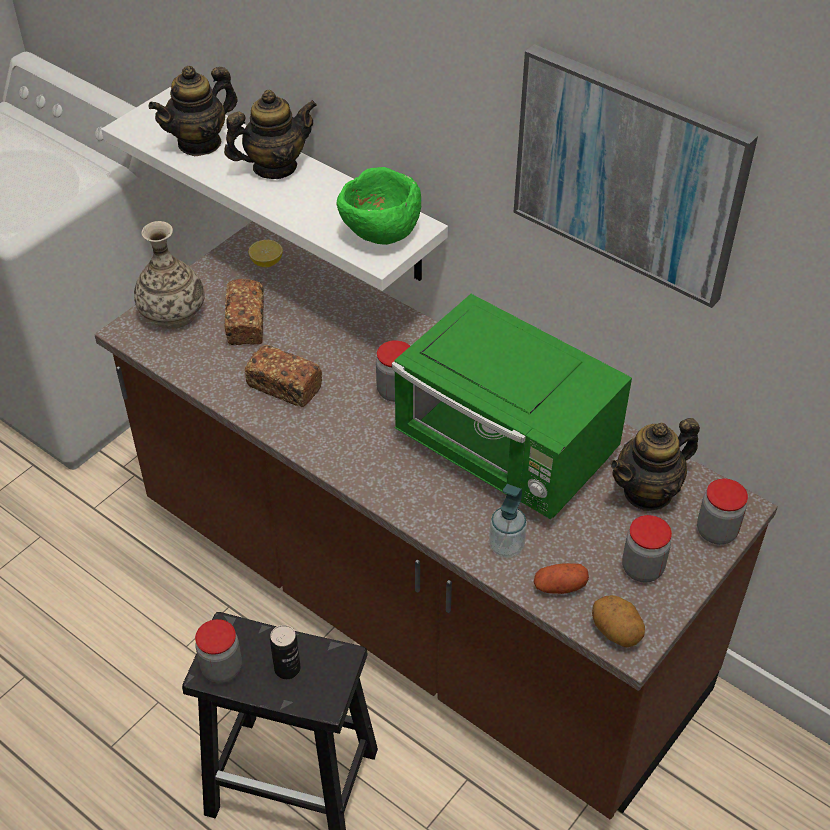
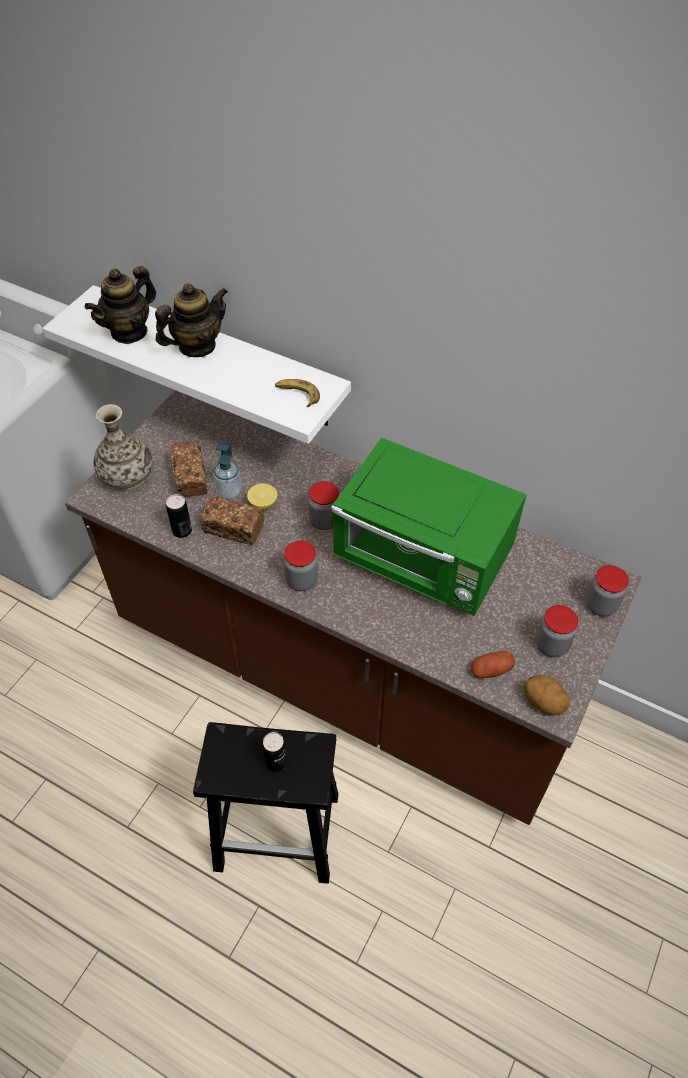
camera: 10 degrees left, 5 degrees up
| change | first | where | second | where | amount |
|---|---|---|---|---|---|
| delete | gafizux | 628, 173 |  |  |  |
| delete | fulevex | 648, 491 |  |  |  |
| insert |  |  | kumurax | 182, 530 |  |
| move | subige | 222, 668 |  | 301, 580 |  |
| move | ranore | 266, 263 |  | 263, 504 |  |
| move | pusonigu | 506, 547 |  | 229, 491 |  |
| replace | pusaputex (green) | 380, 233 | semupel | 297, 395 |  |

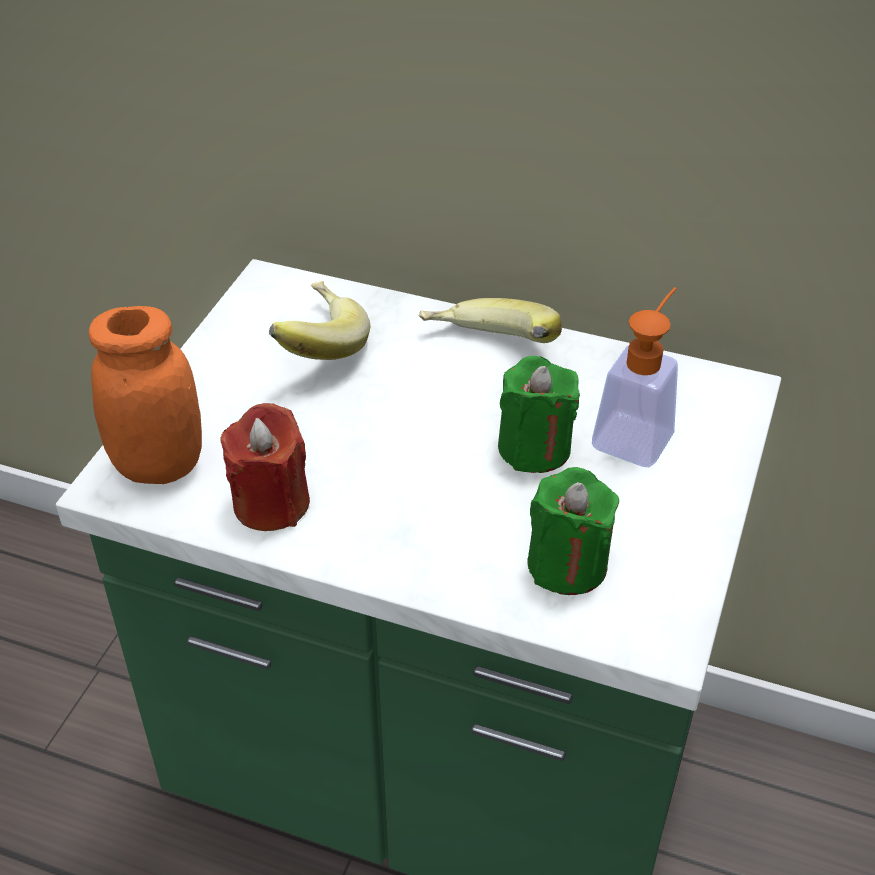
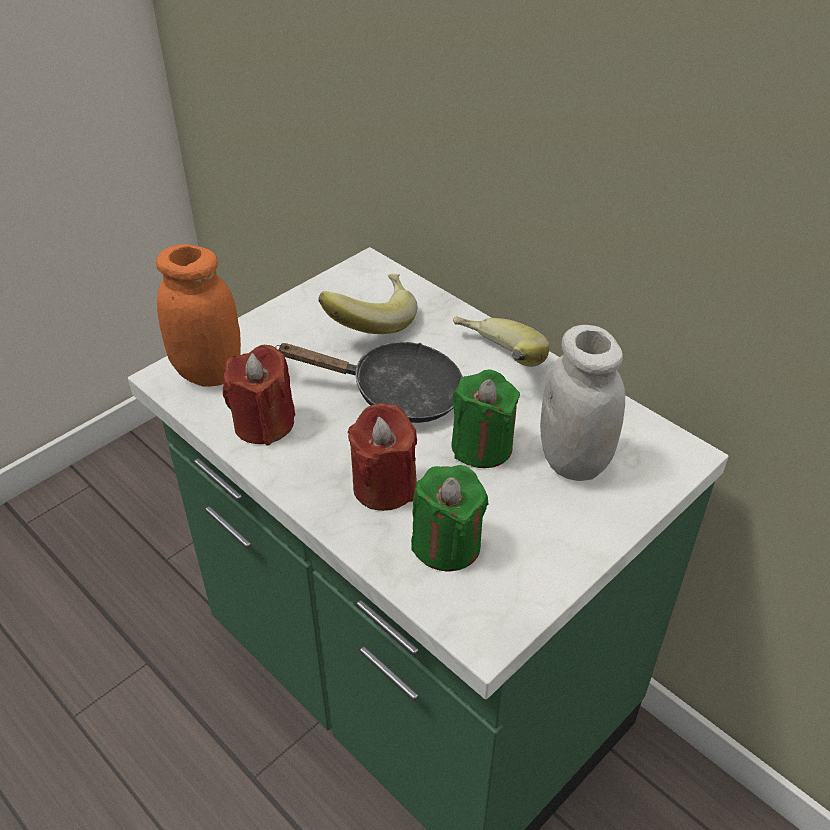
camera: 25 degrees right, 0 degrees up
| change | first | where | second | where | amount |
|---|---|---|---|---|---|
| insert |  |  | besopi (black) | 395, 394 |  |
| insert |  |  | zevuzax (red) | 384, 487 |  |
| replace | pusonigu | 638, 432 | subige (white) | 573, 461 |  |

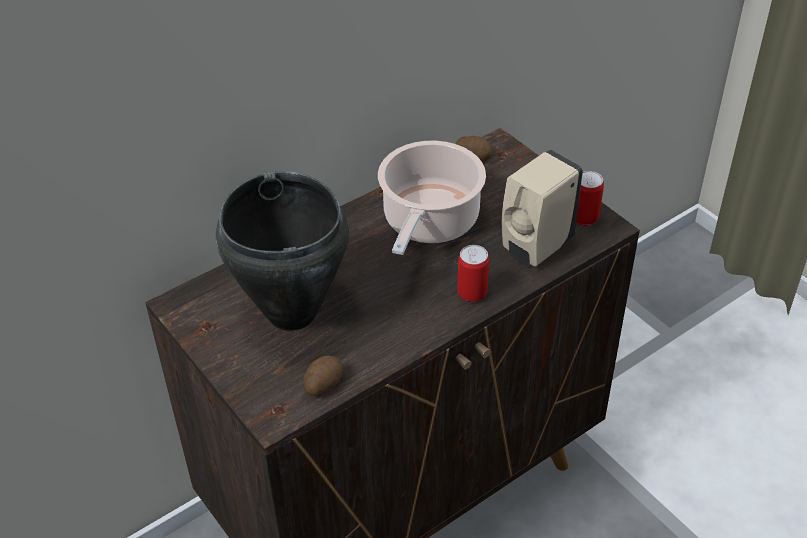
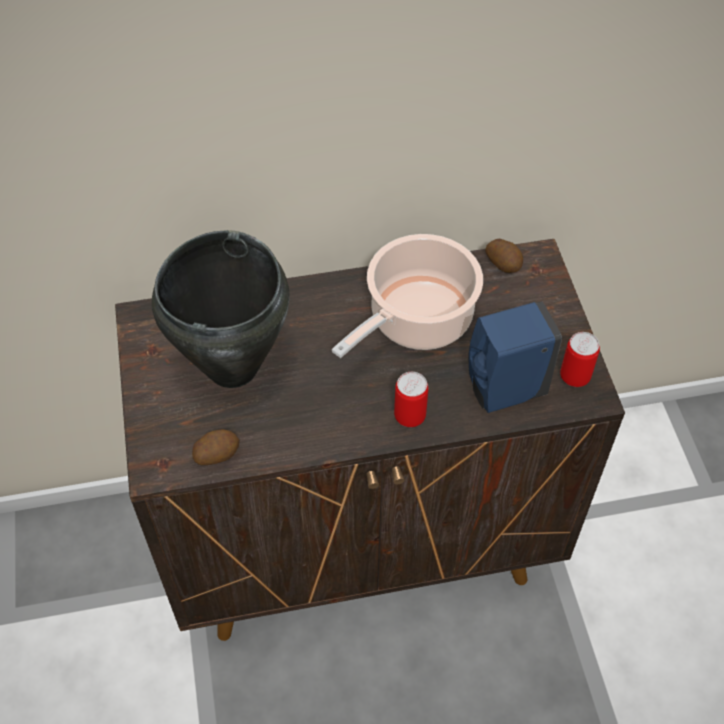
camera: 25 degrees right, 10 degrees up
| change | first | where | second | where | amount |
|---|---|---|---|---|---|
| recolor | pusonigu (beige) | 535, 248 | pusonigu (blue) | 502, 391 |  |

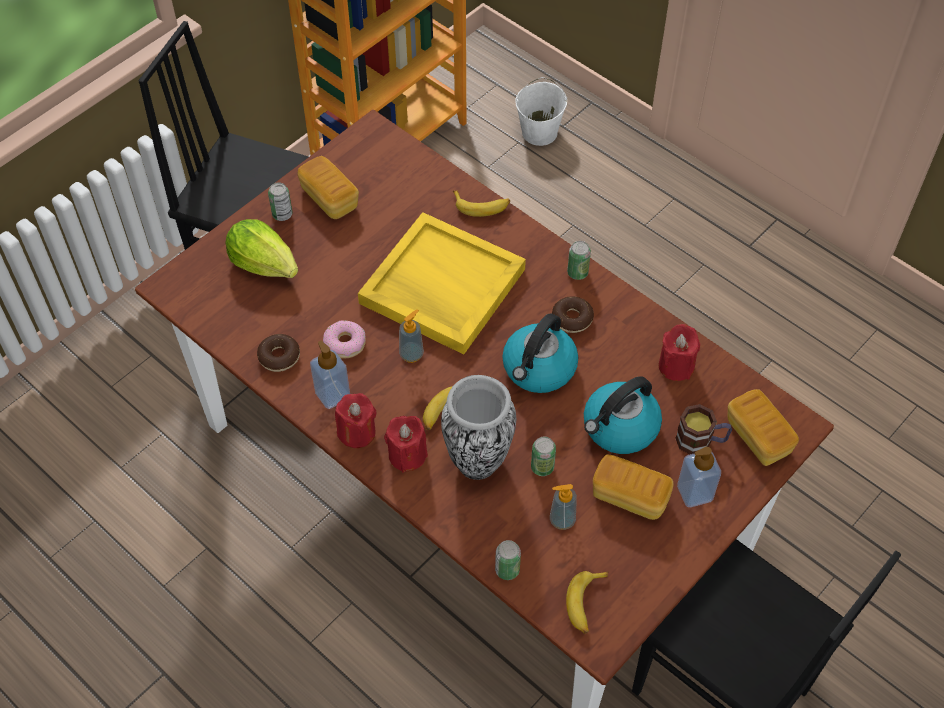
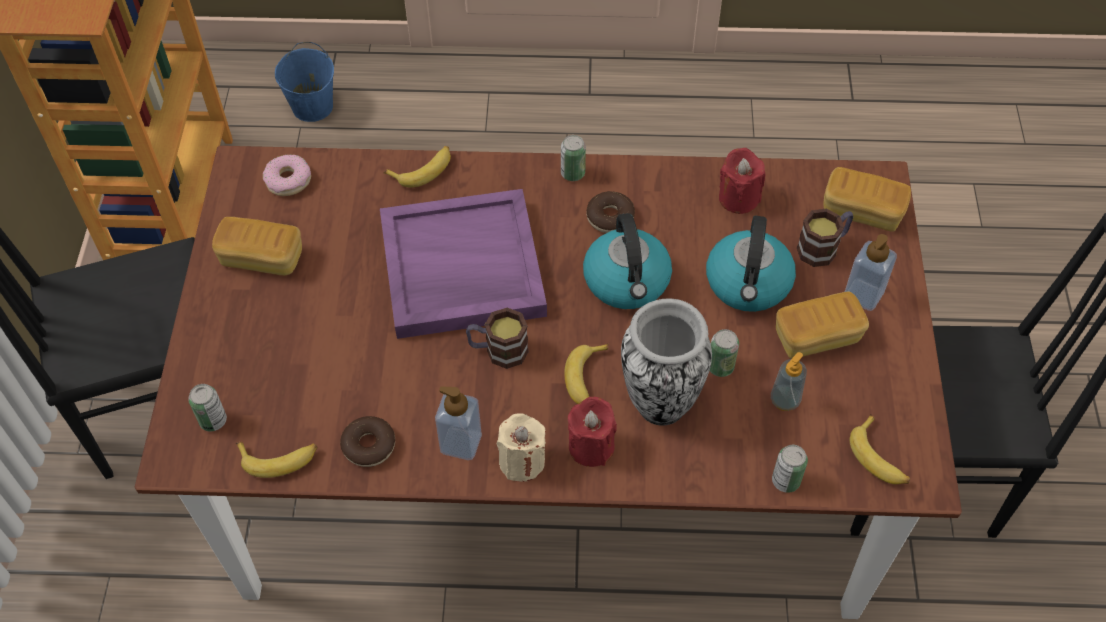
camera: 40 degrees left, 0 degrees up
| change | first | where | second | where | amount |
|---|---|---|---|---|---|
| delete | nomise | 264, 264 |  |  |  |
| insert |  |  | semupel | 279, 458 |  |
| move | kumurax | 282, 214 |  | 213, 421 |  |
| move | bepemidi | 345, 343 |  | 288, 180 |  |
| replace | pusonigu | 411, 354 | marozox | 498, 350 |  |
| recolor | zevuzax (red) | 357, 432 | zevuzax (beige) | 522, 461 |  |
| recolor | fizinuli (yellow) | 441, 286 | fizinuli (purple) | 461, 269 |  |
| recolor | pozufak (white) | 539, 132 | pozufak (blue) | 312, 106 |  |

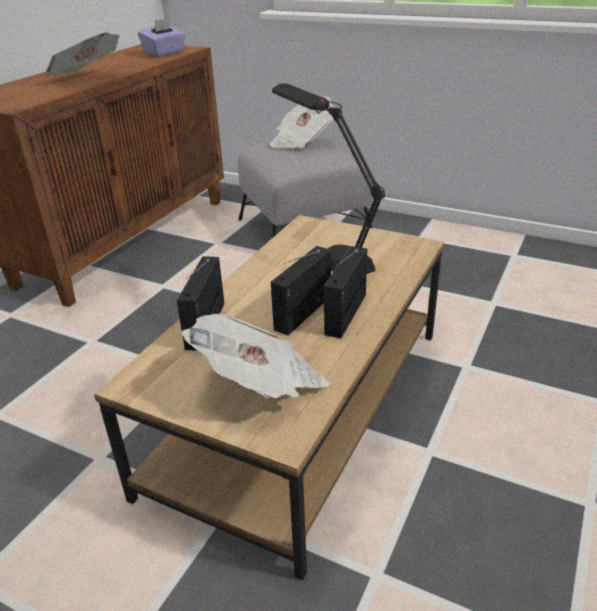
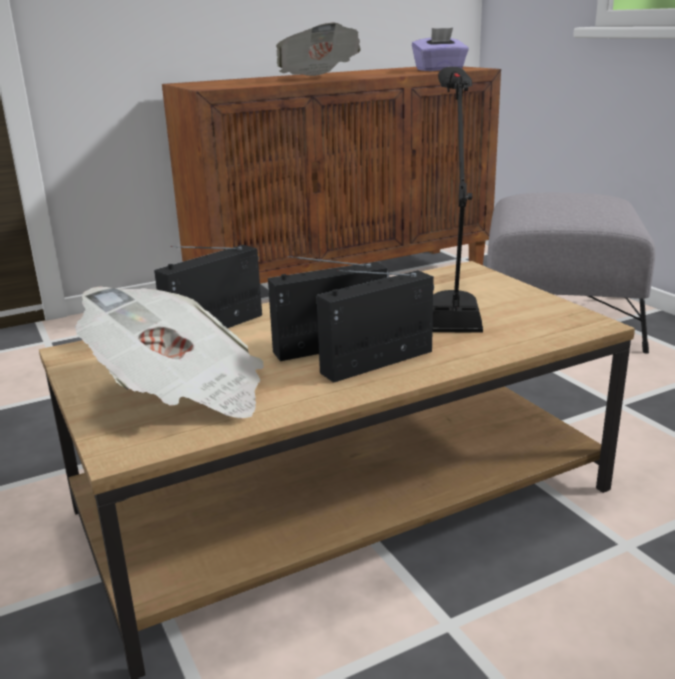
camera: 35 degrees right, 10 degrees down
| change | first | where | second | where | amount |
|---|---|---|---|---|---|
| delete | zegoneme | 302, 141 |  |  |  |

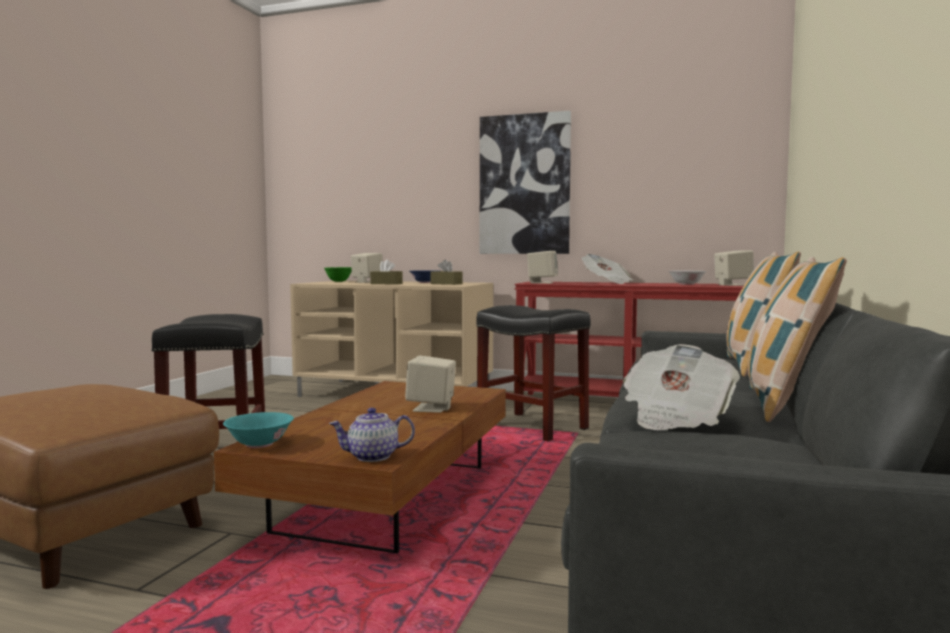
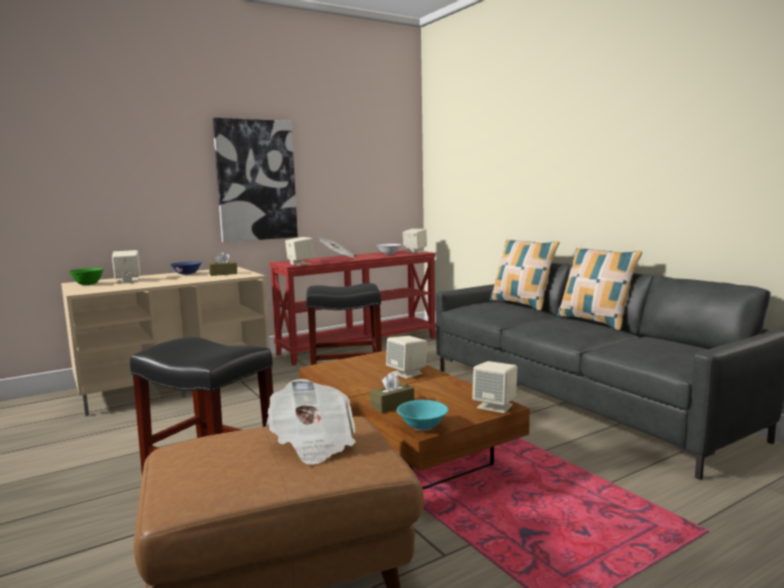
camera: 50 degrees left, 5 degrees up
| change | first | where | second | where | amount |
|---|---|---|---|---|---|
| move | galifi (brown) | 386, 284 |  | 392, 405 |  |
| move | zegoneme | 675, 417 |  | 312, 443 |  |
| replace | fulevex | 372, 456 | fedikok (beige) | 495, 406 |  |

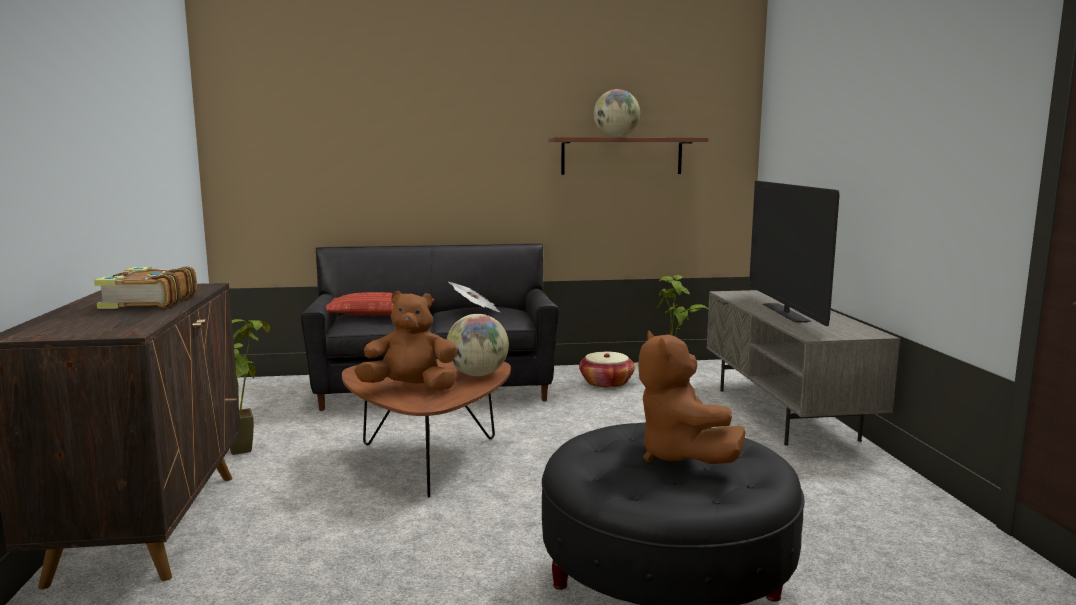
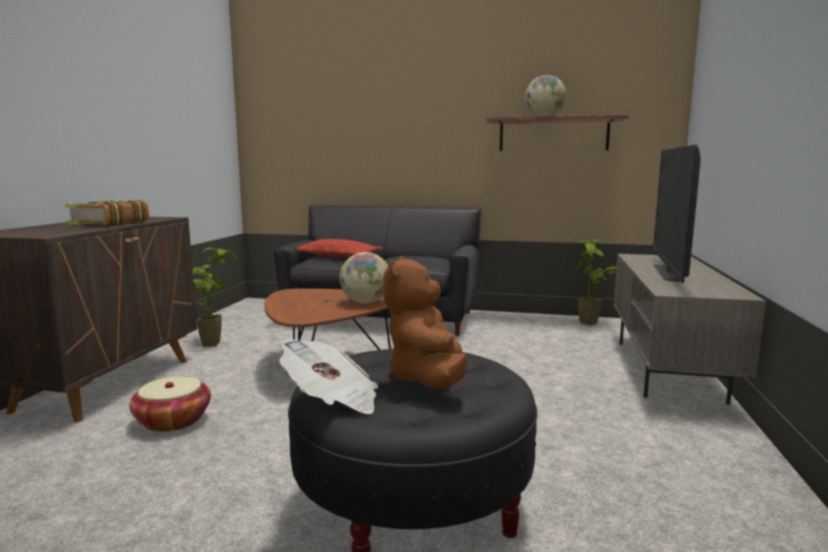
camera: 20 degrees right, 0 degrees up
| change | first | where | second | where | amount |
|---|---|---|---|---|---|
| delete | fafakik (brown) | 410, 388 |  |  |  |
| move | zegoneme | 475, 311 |  | 332, 400 |  |
| move | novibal | 606, 383 |  | 173, 421 |  |

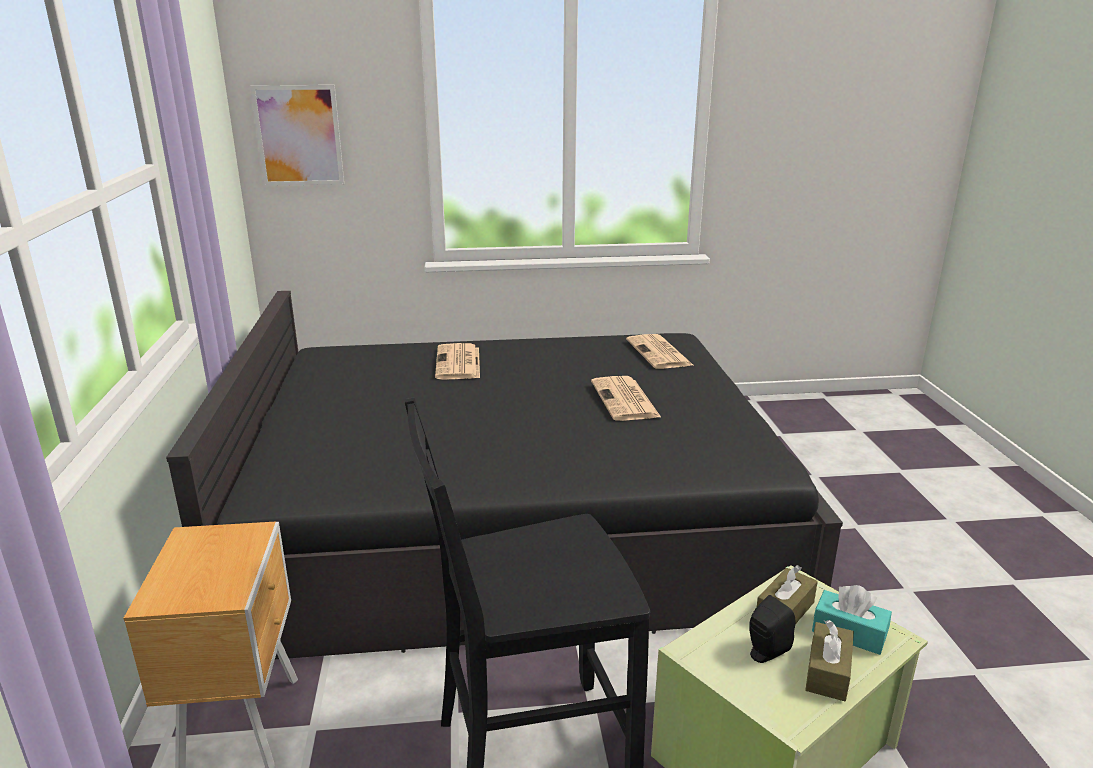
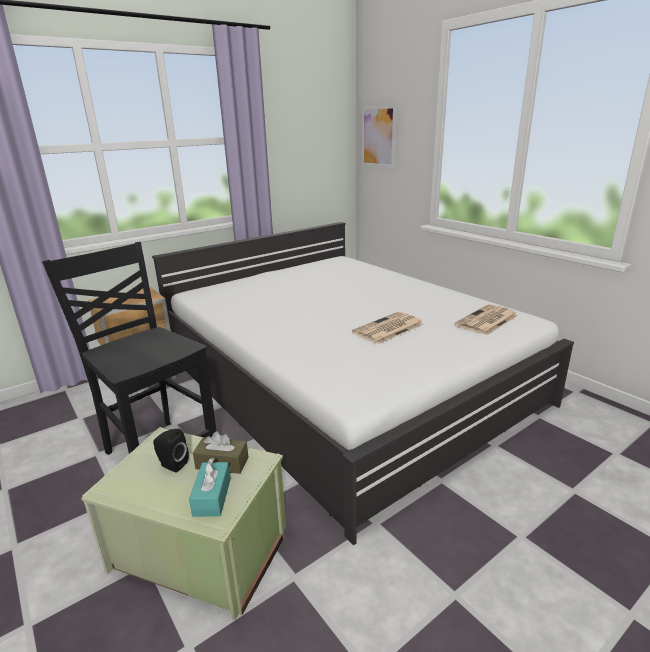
camera: 60 degrees right, 0 degrees up
| change | first | where | second | where | amount |
|---|---|---|---|---|---|
| delete | zegoneme | 458, 363 |  |  |  |
| delete | galifi (brown) | 827, 672 |  |  |  |
| recolor | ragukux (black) | 511, 516 | ragukux (white) | 344, 381 |  |

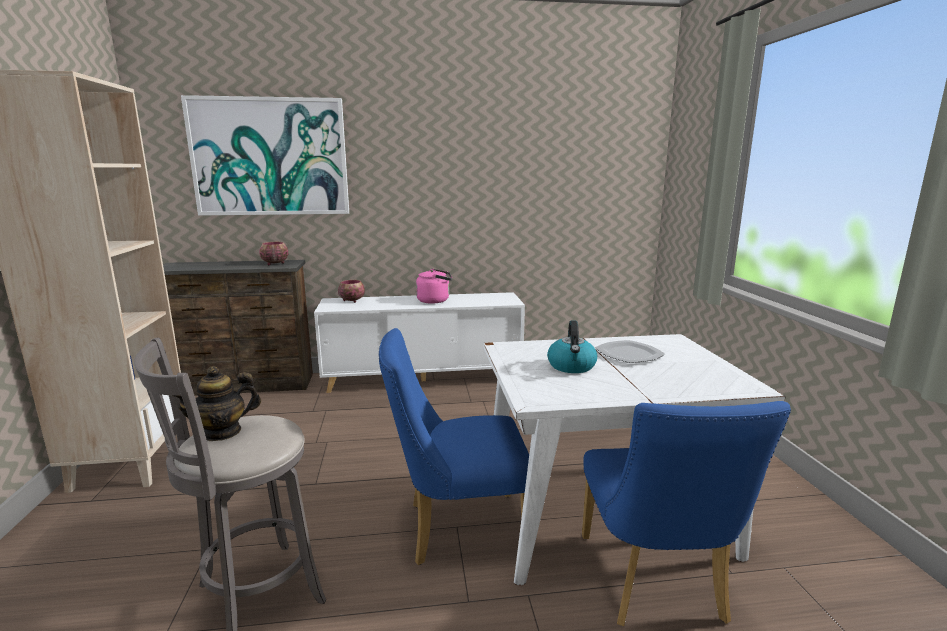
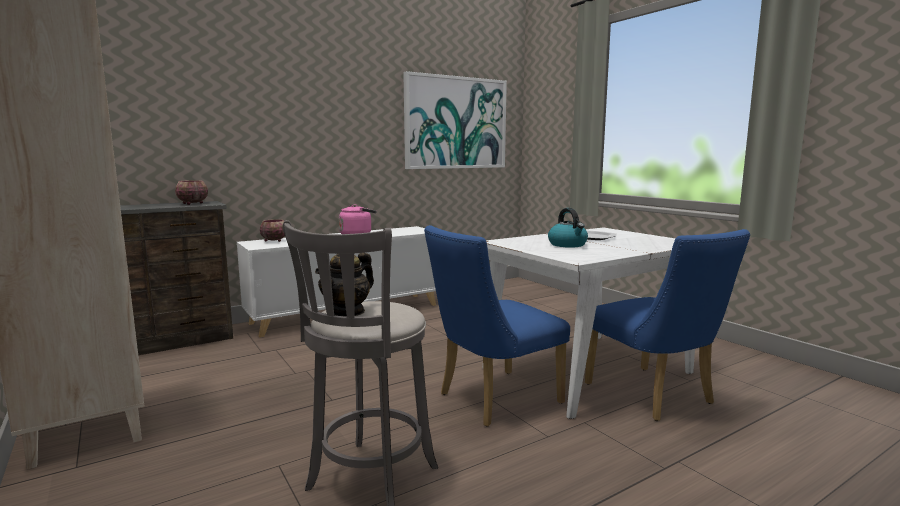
camera: 25 degrees left, 5 degrees down
| change | first | where | second | where | amount |
|---|---|---|---|---|---|
| move | gafizux | 270, 157 |  | 456, 123 |  |

